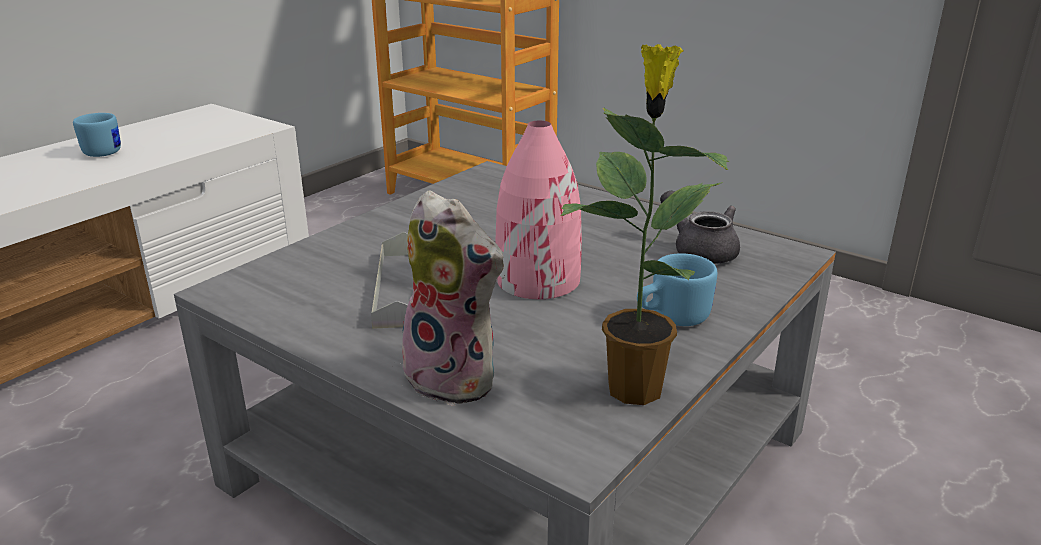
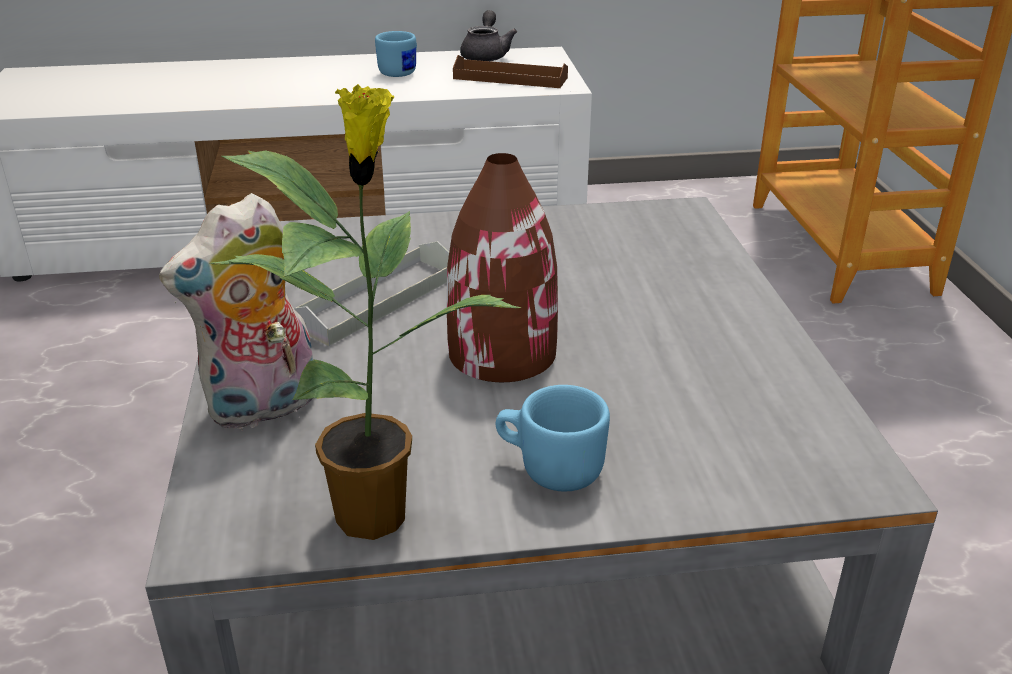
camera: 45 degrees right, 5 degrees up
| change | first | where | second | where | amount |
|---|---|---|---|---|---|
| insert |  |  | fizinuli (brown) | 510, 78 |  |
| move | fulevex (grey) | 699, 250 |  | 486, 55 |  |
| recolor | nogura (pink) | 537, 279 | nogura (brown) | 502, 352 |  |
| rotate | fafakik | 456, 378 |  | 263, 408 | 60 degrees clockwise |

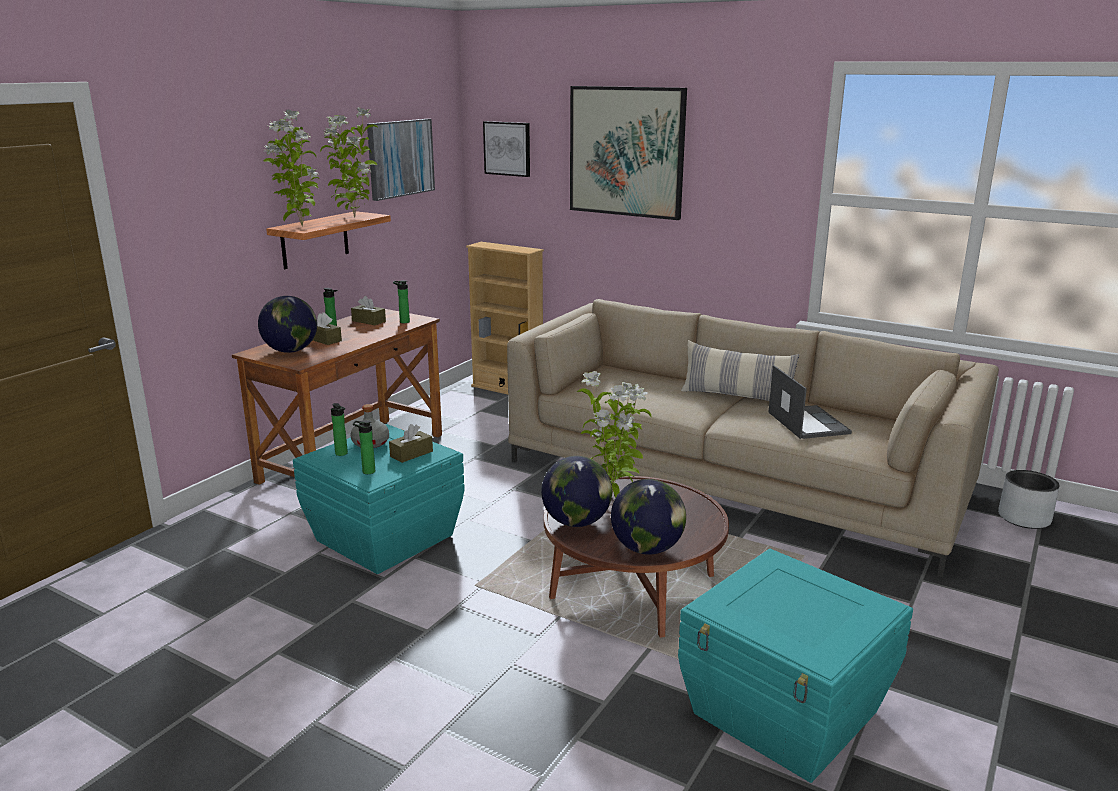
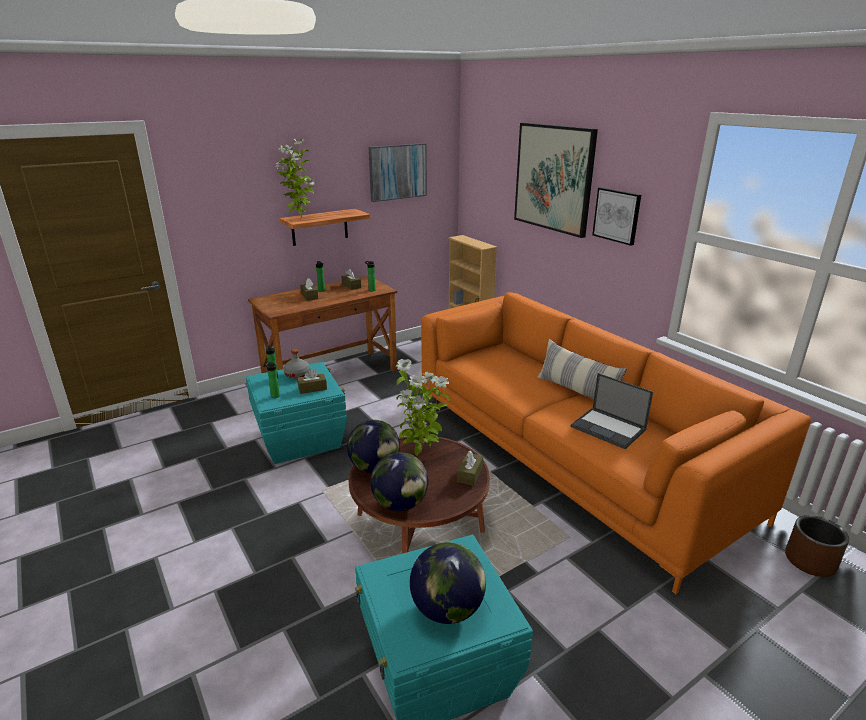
camera: 25 degrees right, 5 degrees up
| change | first | where | second | where | amount |
|---|---|---|---|---|---|
| delete | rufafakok | 353, 217 |  |  |  |
| insert |  |  | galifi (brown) | 470, 474 |  |
| move | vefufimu | 290, 351 |  | 447, 609 |  |
| move | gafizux | 507, 148 |  | 617, 215 |  |
| recolor | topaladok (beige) | 731, 479 | topaladok (orange) | 570, 453 |  |
| recolor | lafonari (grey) | 1024, 518 | lafonari (brown) | 810, 561 |  |
| rotate | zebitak | 807, 422 |  | 609, 428 | 120 degrees clockwise |

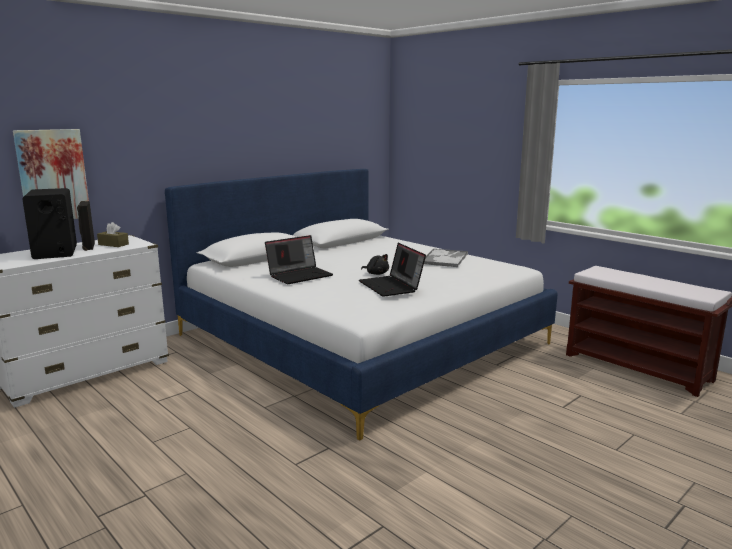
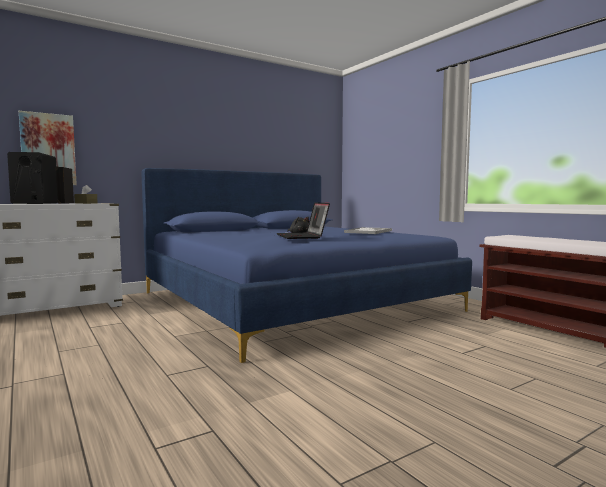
camera: 10 degrees right, 10 degrees down
| change | first | where | second | where | amount |
|---|---|---|---|---|---|
| delete | zebitak | 300, 275 |  |  |  |
| recolor | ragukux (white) | 361, 339 | ragukux (blue) | 292, 301 |  |

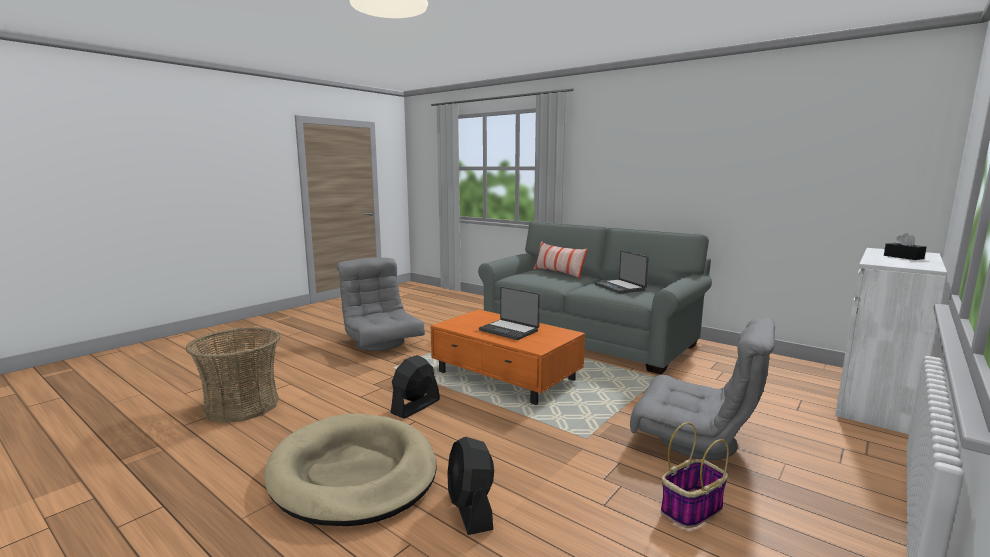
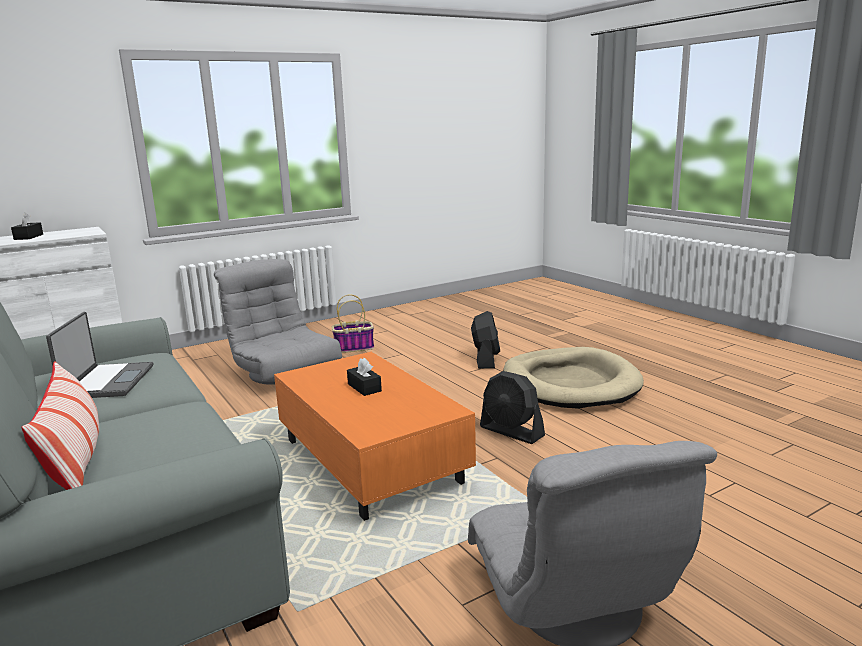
camera: 160 degrees left, 5 degrees up
| change | first | where | second | where | amount |
|---|---|---|---|---|---|
| delete | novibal | 242, 406 |  |  |  |
| replace | zebitak | 509, 330 | galifi (black) | 364, 387 |  |
| rotate | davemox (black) | 415, 406 |  | 511, 432 | 75 degrees clockwise |

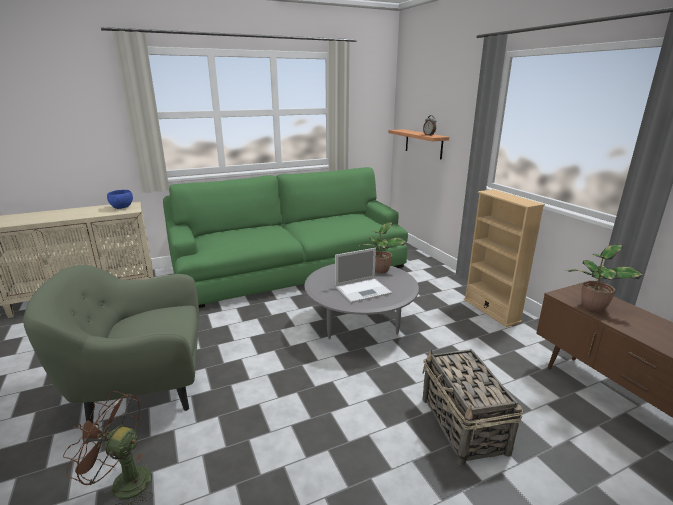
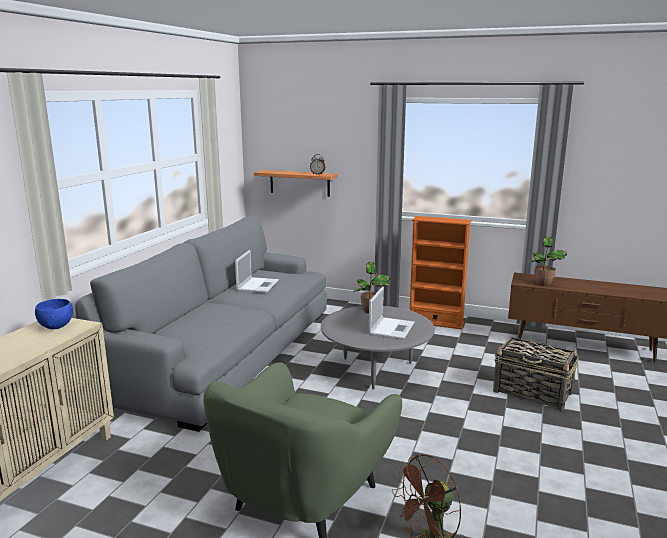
camera: 45 degrees left, 5 degrees down
| change | first | where | second | where | amount |
|---|---|---|---|---|---|
| insert |  |  | zebitak | 258, 285 |  |
| recolor | topaladok (green) | 292, 270 | topaladok (grey) | 228, 353 |  |
| recolor | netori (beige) | 491, 310 | netori (orange) | 436, 322 |  |

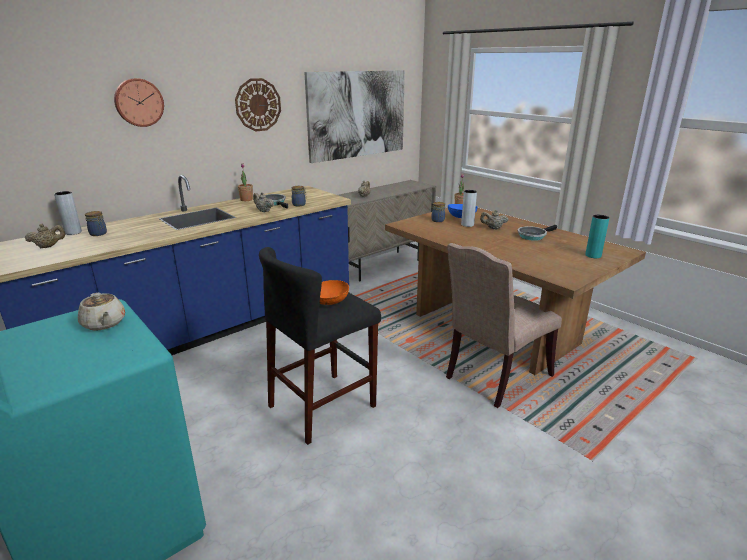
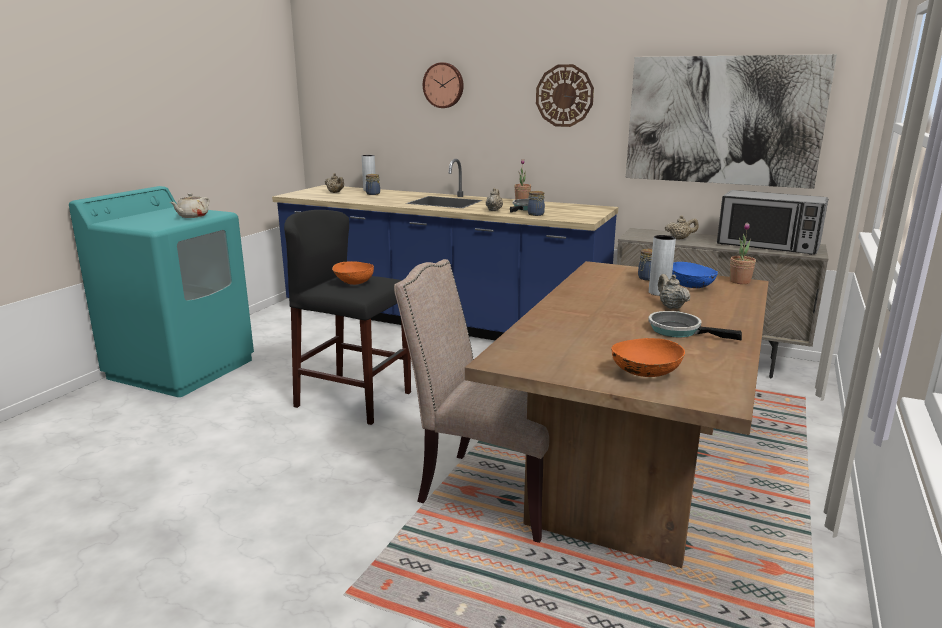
camera: 65 degrees right, 5 degrees down
| change | first | where | second | where | amount |
|---|---|---|---|---|---|
| insert |  |  | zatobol | 767, 246 |  |
| replace | nogura (turquoise) | 593, 255 | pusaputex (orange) | 645, 374 |  |

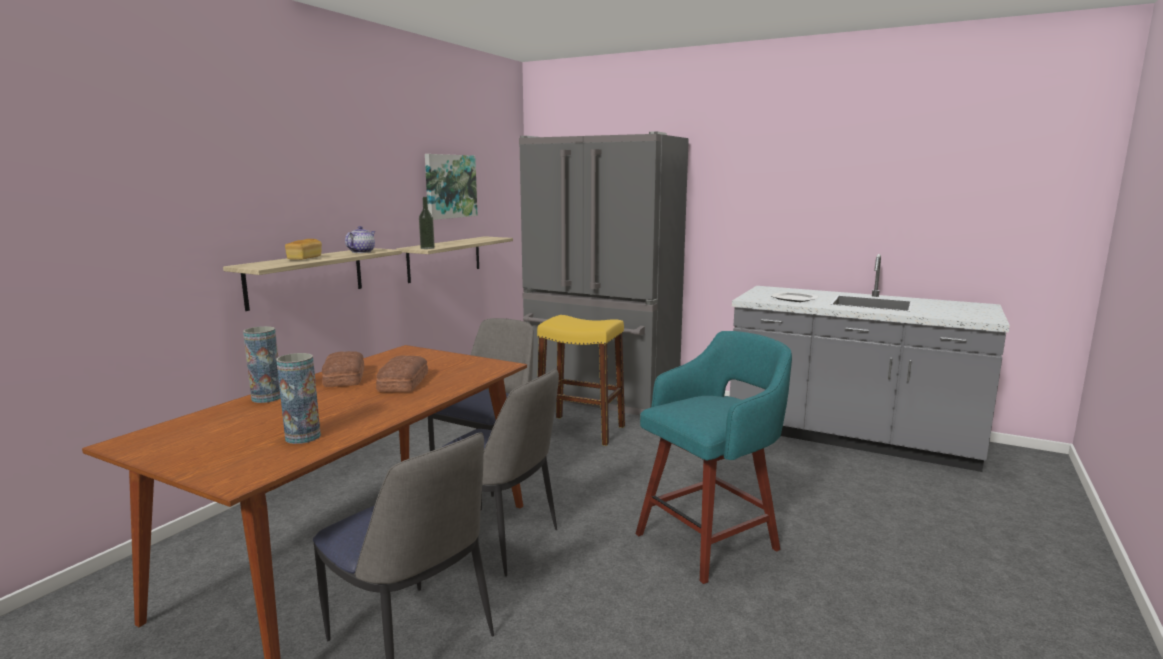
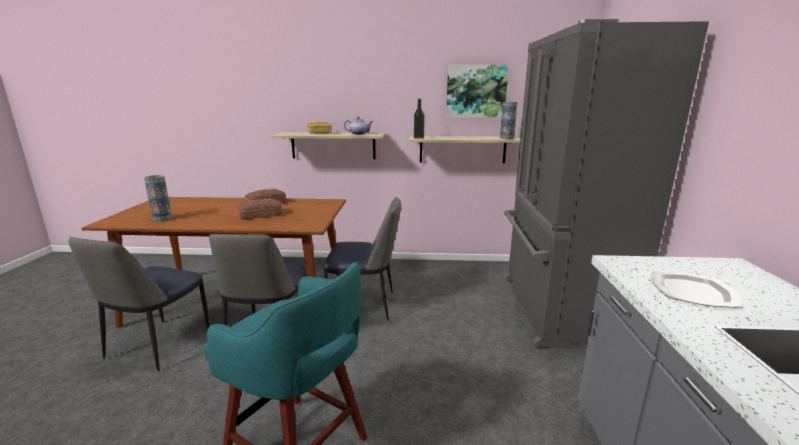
camera: 65 degrees right, 5 degrees up
| change | first | where | second | where | amount |
|---|---|---|---|---|---|
| delete | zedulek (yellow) | 581, 430 |  |  |  |
| move | nogura | 267, 398 |  | 507, 138 |  |

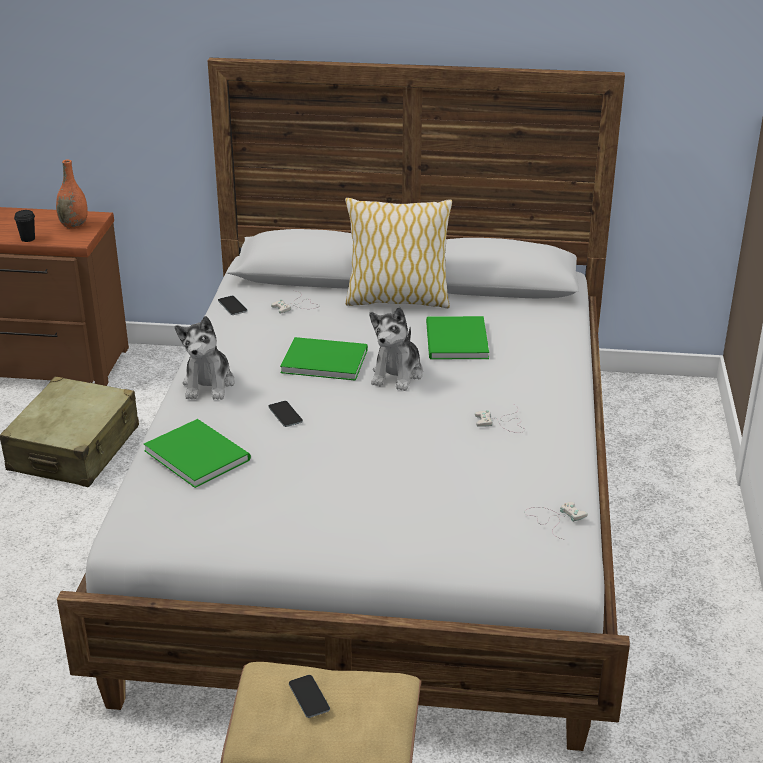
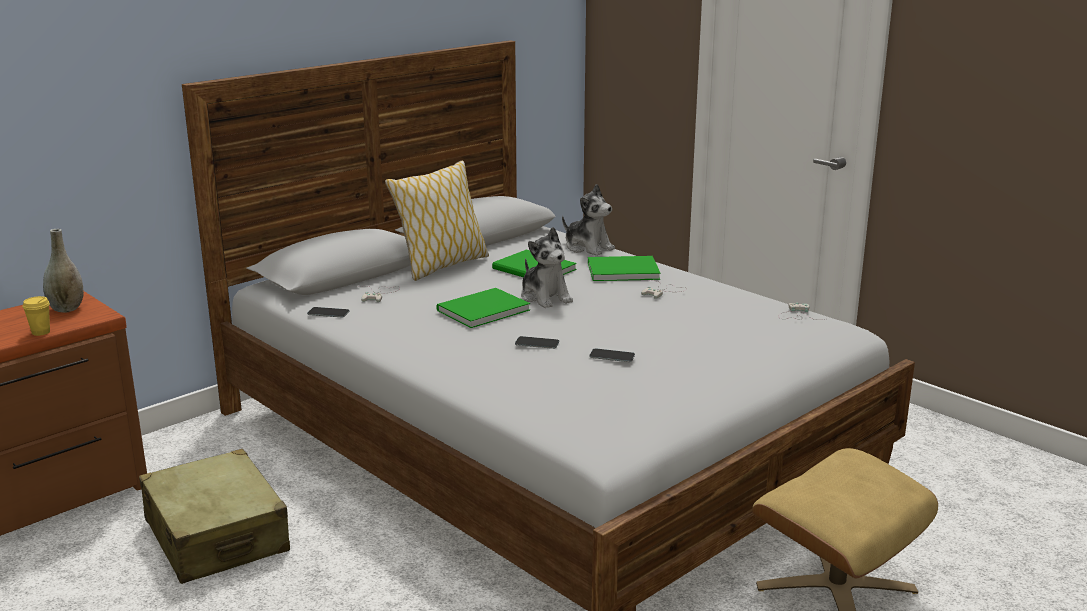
camera: 50 degrees left, 10 degrees down
| change | first | where | second | where | amount |
|---|---|---|---|---|---|
| move | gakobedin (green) | 197, 453 |  | 620, 270 |  |
| move | fafakik | 209, 384 |  | 588, 247 |  |
| move | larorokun | 309, 696 |  | 612, 356 |  |
| recolor | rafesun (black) | 28, 239 | rafesun (yellow) | 41, 332 |  |
| recolor | nogura (orange) | 74, 225 | nogura (grey) | 66, 309 |  |

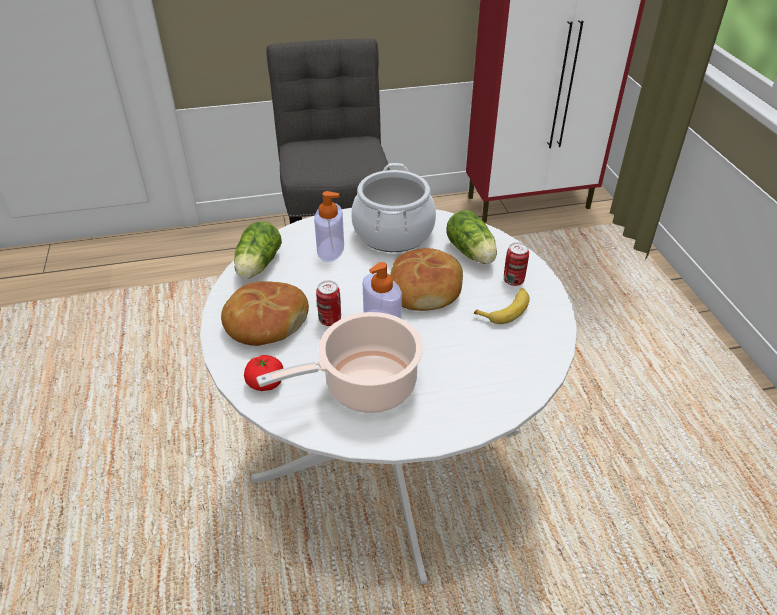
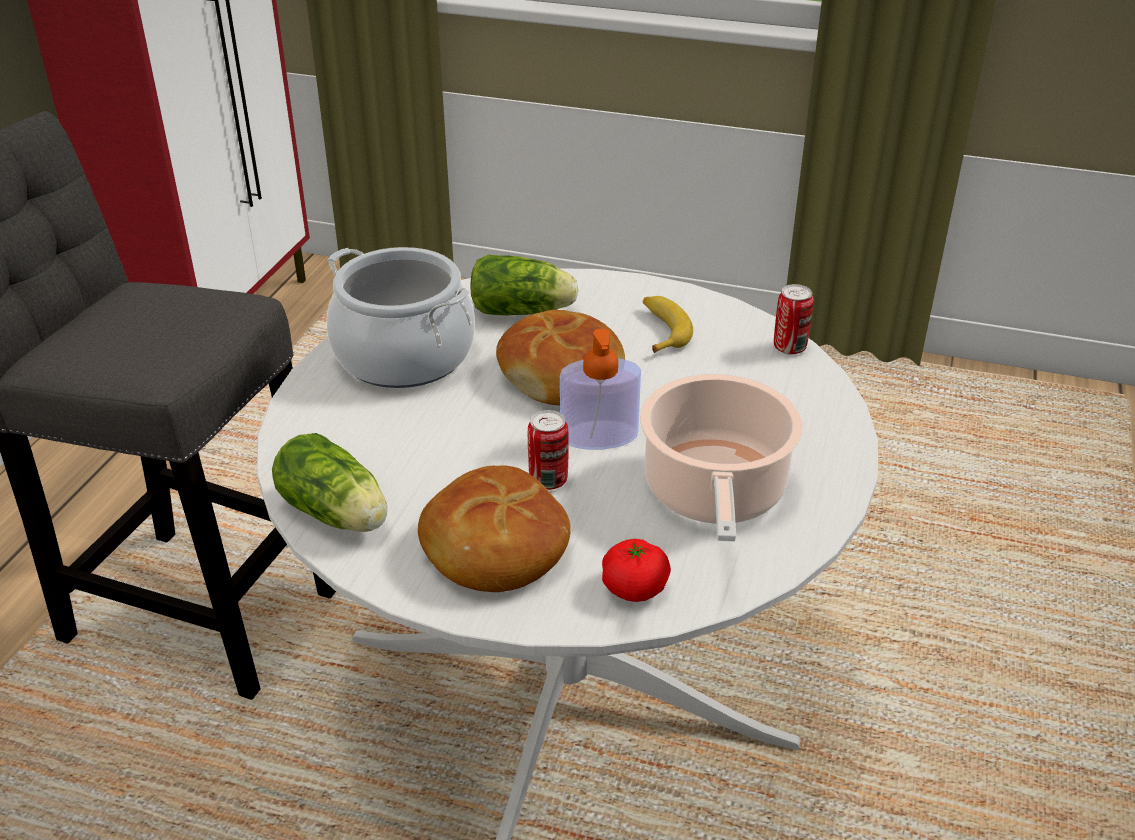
camera: 60 degrees left, 5 degrees down
| change | first | where | second | where | amount |
|---|---|---|---|---|---|
| delete | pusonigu | 330, 249 |  |  |  |
| move | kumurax | 513, 280 |  | 789, 347 |  |

